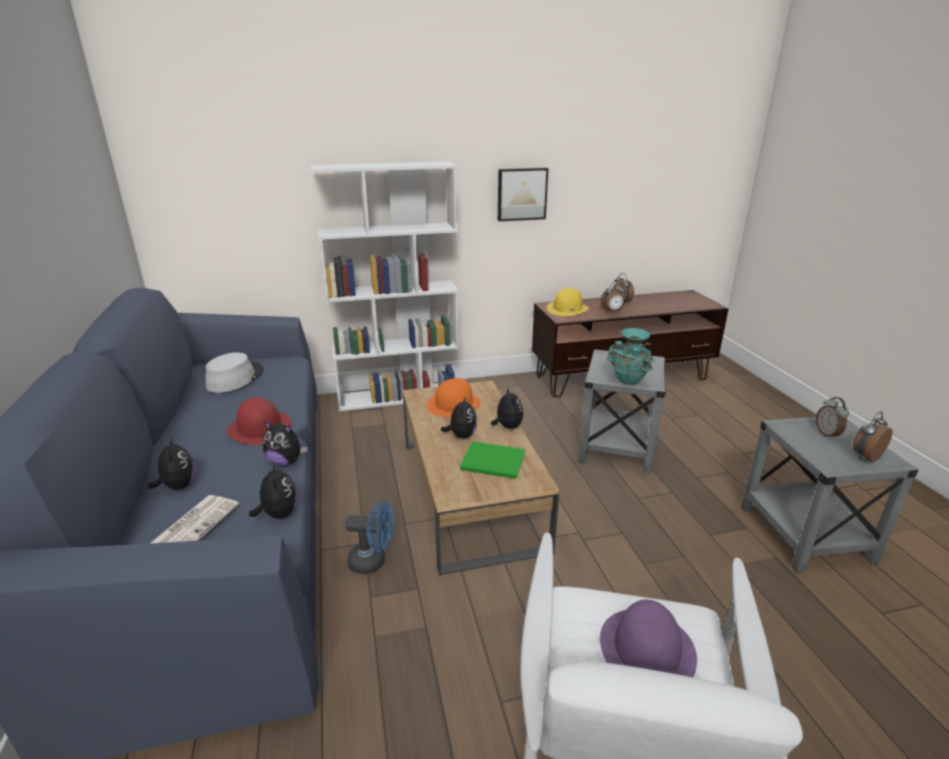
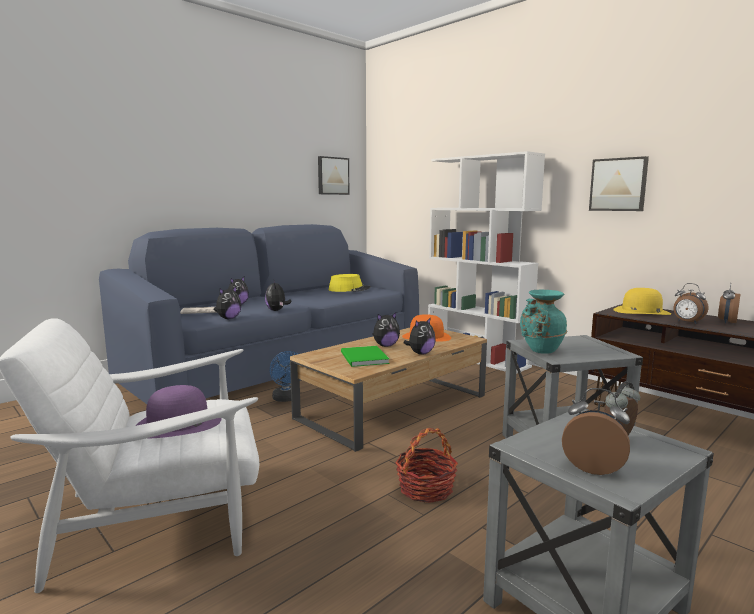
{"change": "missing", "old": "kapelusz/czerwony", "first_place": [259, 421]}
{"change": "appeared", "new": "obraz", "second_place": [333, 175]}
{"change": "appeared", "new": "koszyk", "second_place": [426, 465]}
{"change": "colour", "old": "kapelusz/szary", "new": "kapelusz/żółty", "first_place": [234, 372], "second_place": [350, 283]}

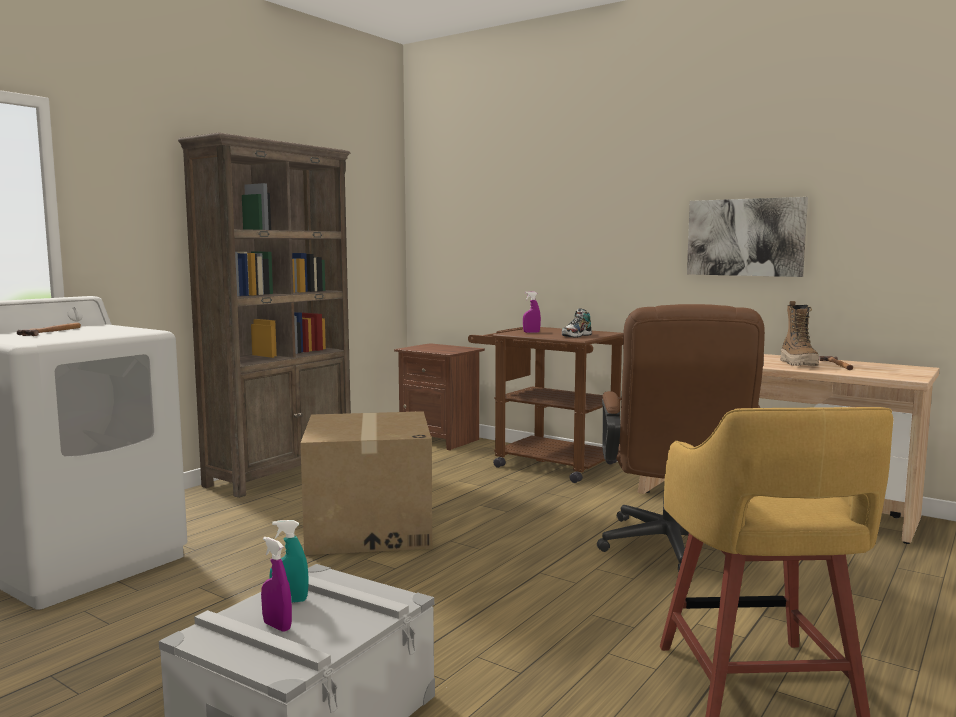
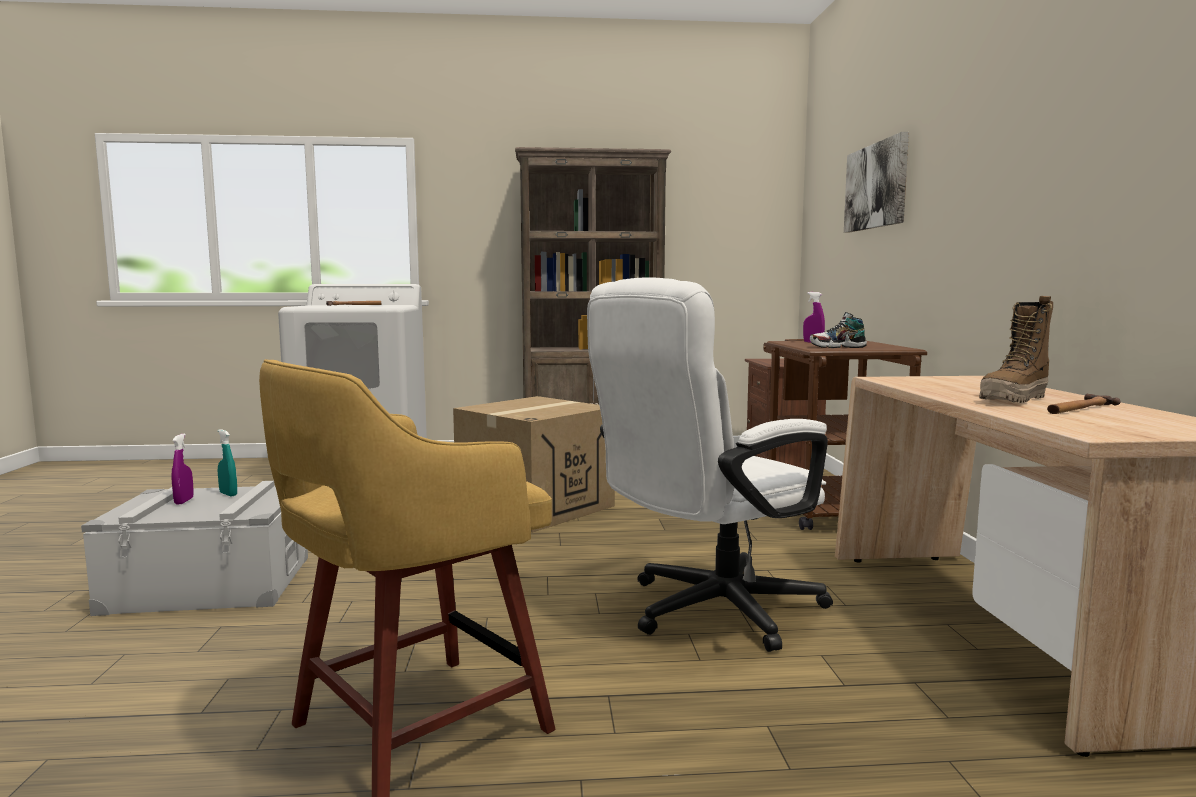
{"change": "relocated", "old": "obraz", "first_place": [747, 237], "second_place": [876, 182]}
{"change": "colour", "old": "krzesło biurowe/brązowy", "new": "krzesło biurowe/biały", "first_place": [681, 438], "second_place": [710, 464]}

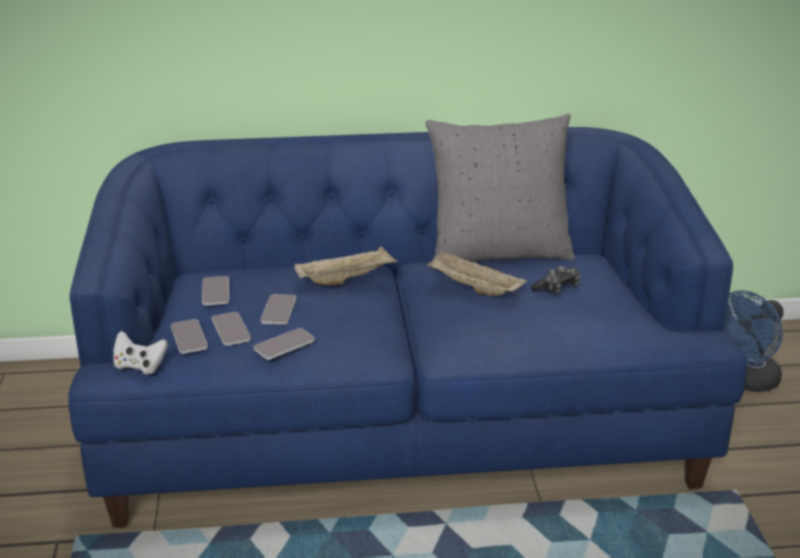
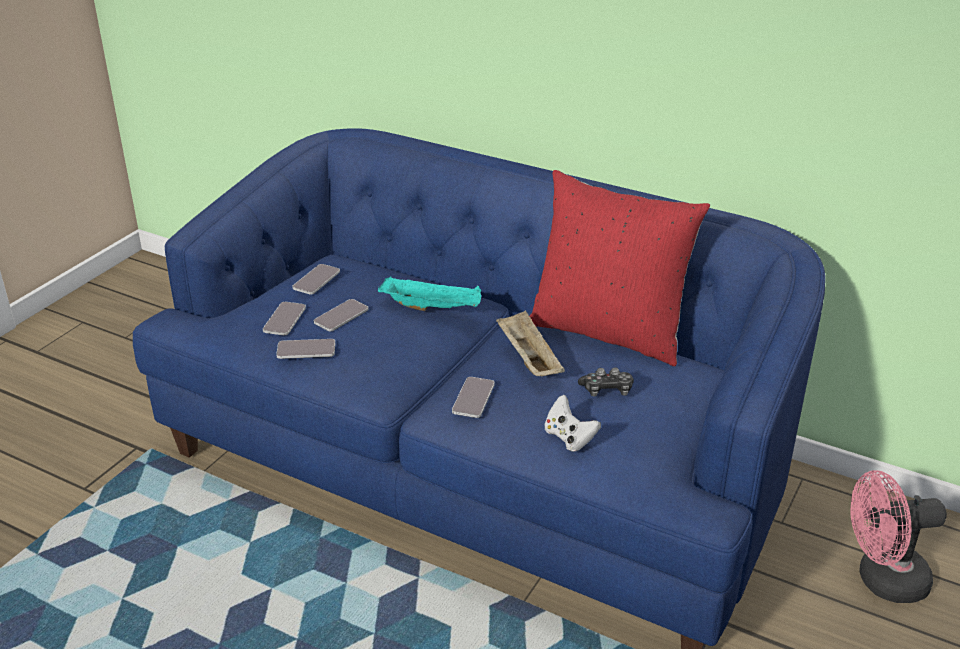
{"change": "relocated", "old": "pad do gier/biały", "first_place": [140, 353], "second_place": [572, 423]}
{"change": "relocated", "old": "telefon", "first_place": [189, 336], "second_place": [473, 397]}
{"change": "colour", "old": "taca/beżowy", "new": "taca/turkusowy", "first_place": [346, 265], "second_place": [429, 293]}
{"change": "colour", "old": "poduszka/szary", "new": "poduszka/czerwony", "first_place": [500, 191], "second_place": [620, 268]}
{"change": "colour", "old": "wentylator/niebieski", "new": "wentylator/różowy", "first_place": [753, 341], "second_place": [899, 536]}

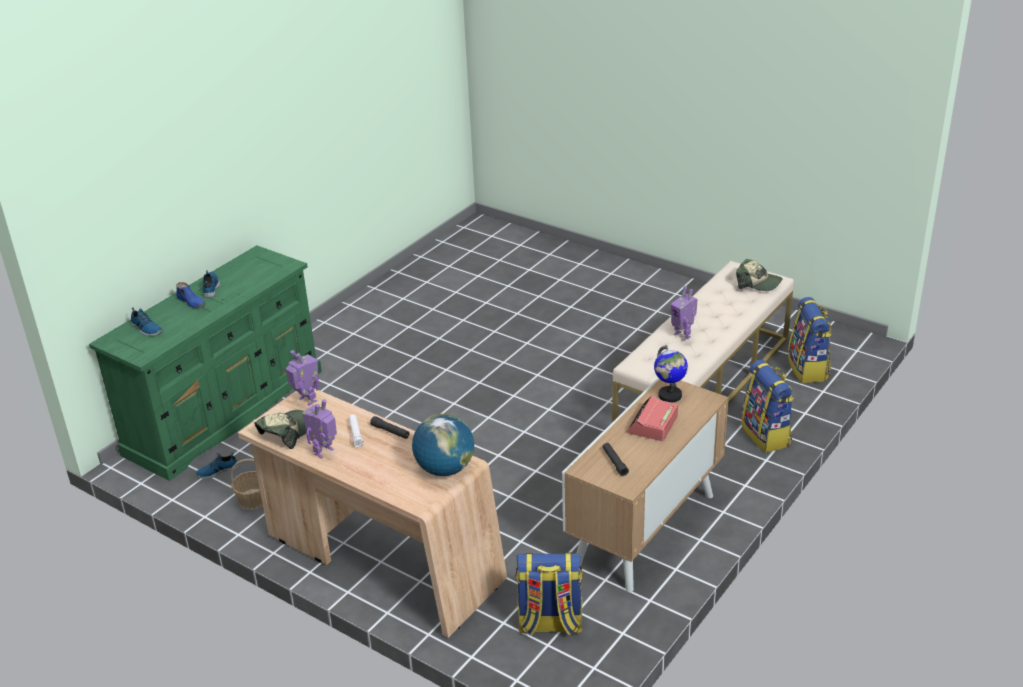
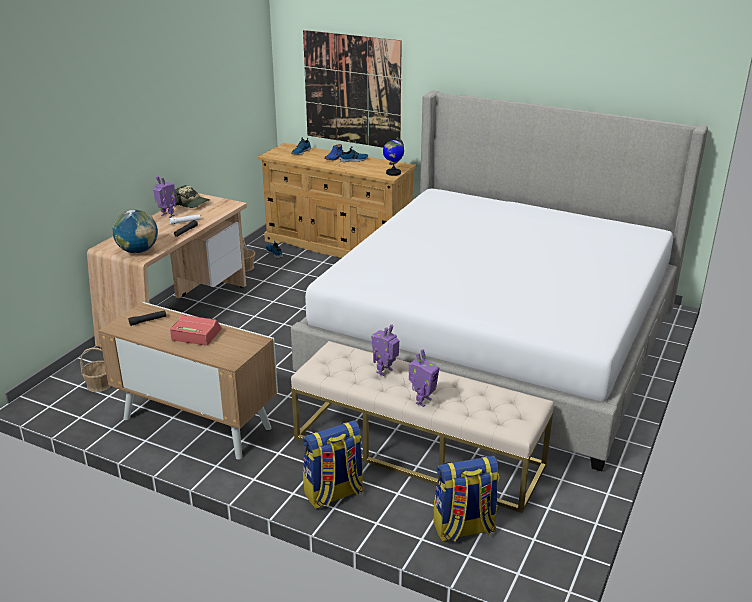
{"change": "missing", "old": "czapka z daszkiem", "first_place": [759, 275]}
{"change": "appeared", "new": "łóżko", "second_place": [499, 280]}
{"change": "appeared", "new": "obraz", "second_place": [352, 89]}
{"change": "relocated", "old": "robot zabawkowy", "first_place": [302, 378], "second_place": [424, 378]}
{"change": "relocated", "old": "globus", "first_place": [671, 374], "second_place": [393, 156]}
{"change": "exchanged", "old": "plecak", "new": "koszyk", "first_place": [549, 594], "second_place": [95, 370]}
{"change": "colour", "old": "komoda/zielony", "new": "komoda/beżowy", "first_place": [205, 363], "second_place": [337, 200]}

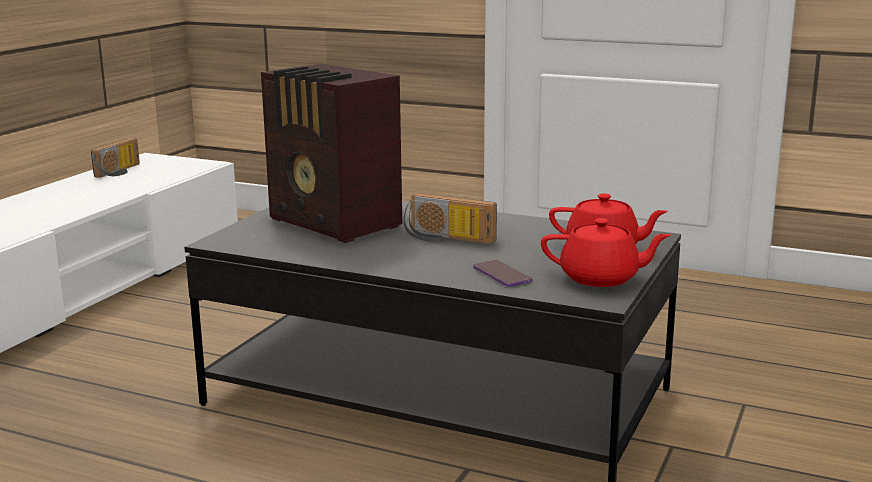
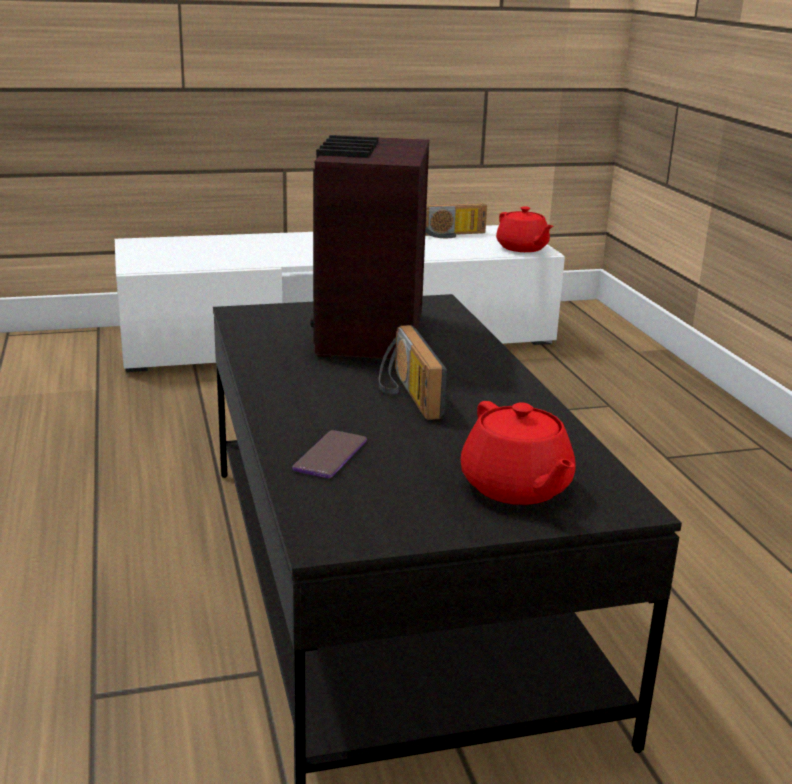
{"change": "relocated", "old": "imbryk/czerwony", "first_place": [606, 252], "second_place": [525, 229]}

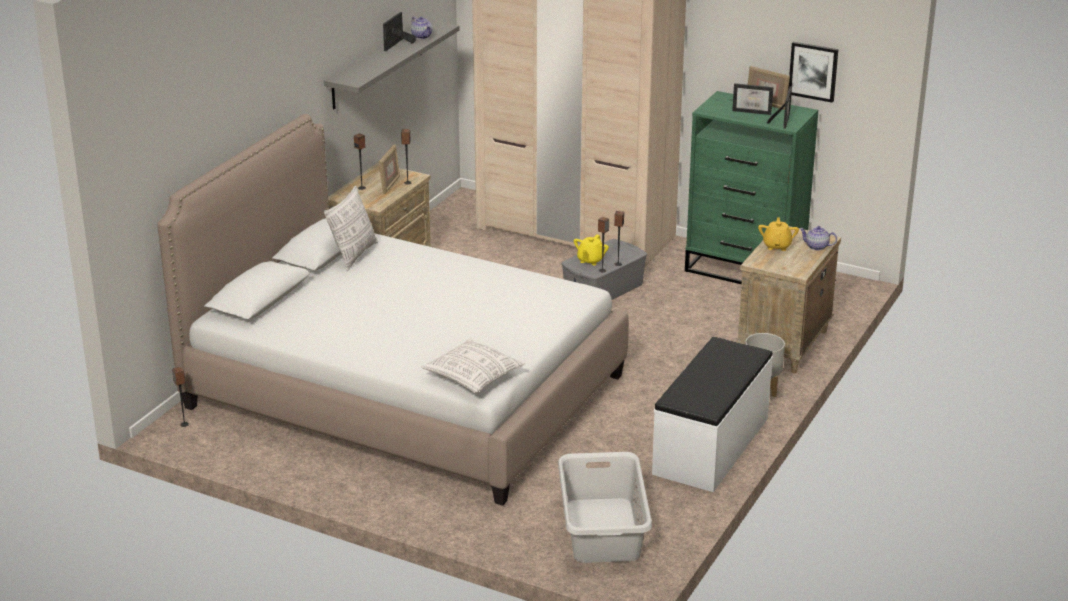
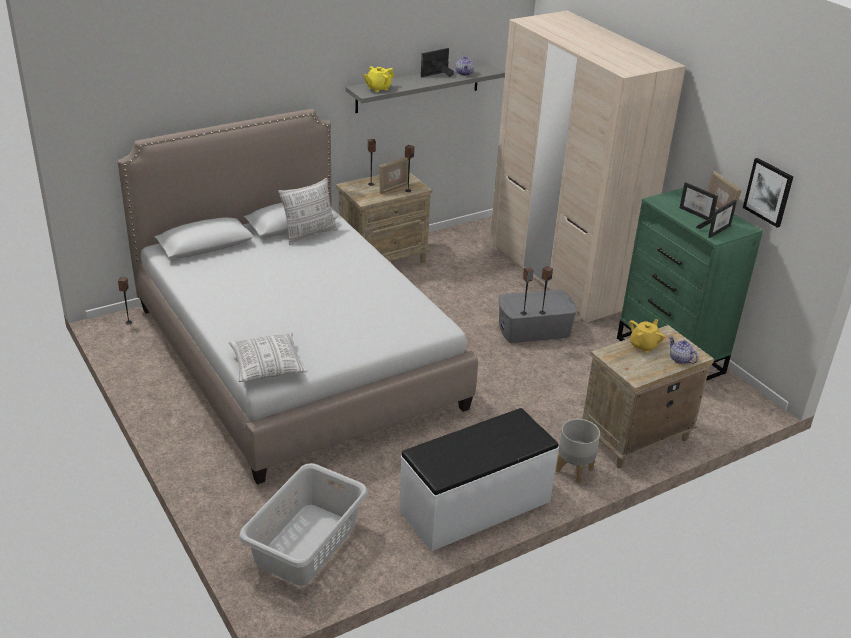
{"change": "relocated", "old": "imbryk/żółty", "first_place": [591, 249], "second_place": [378, 79]}

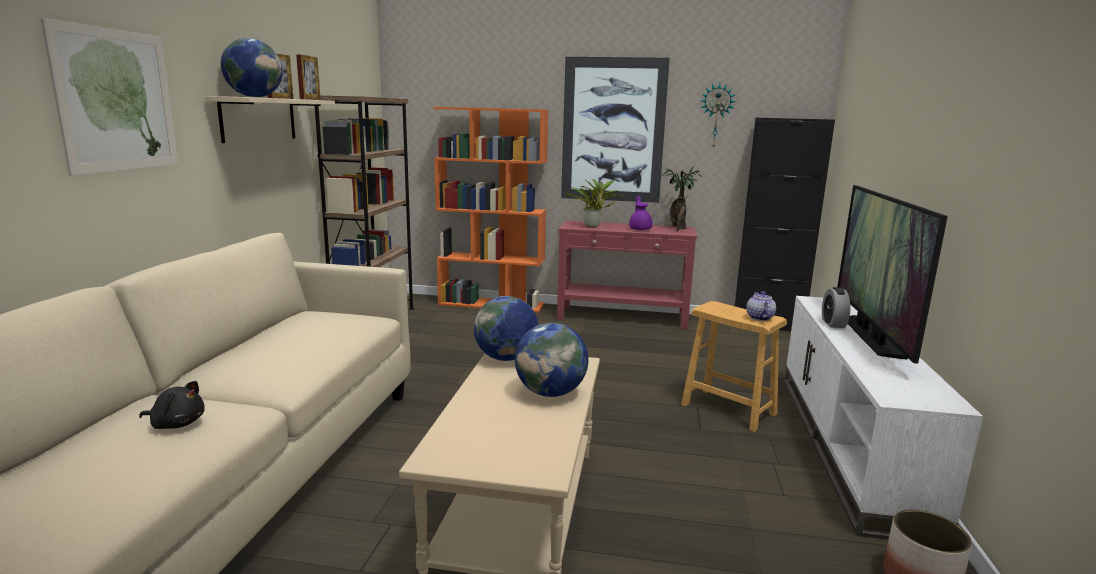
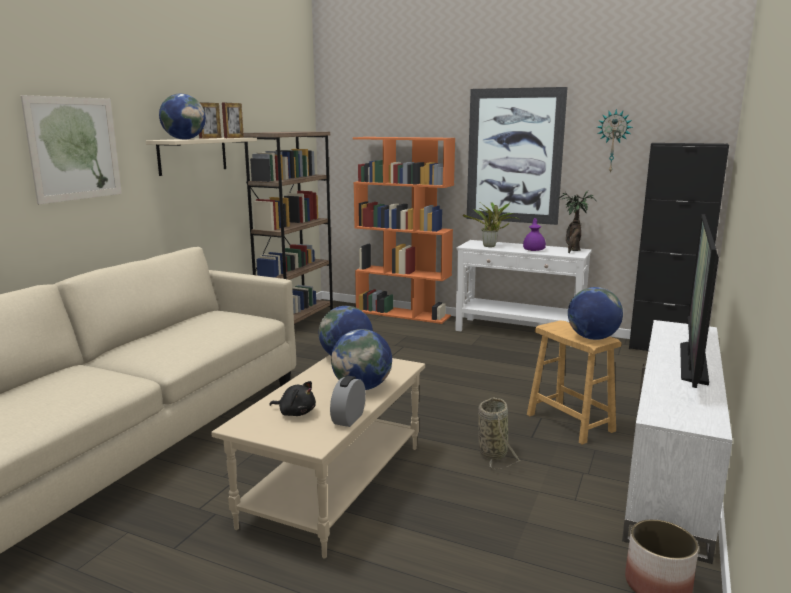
{"change": "appeared", "new": "koszyk", "second_place": [499, 433]}
{"change": "relocated", "old": "pluszak/czarny", "first_place": [172, 405], "second_place": [293, 398]}
{"change": "relocated", "old": "budzik", "first_place": [836, 307], "second_place": [348, 401]}
{"change": "exchanged", "old": "imbryk", "new": "globus", "first_place": [761, 306], "second_place": [595, 313]}
{"change": "colour", "old": "stolik konsolowy/czerwony", "new": "stolik konsolowy/biały", "first_place": [627, 275], "second_place": [523, 293]}

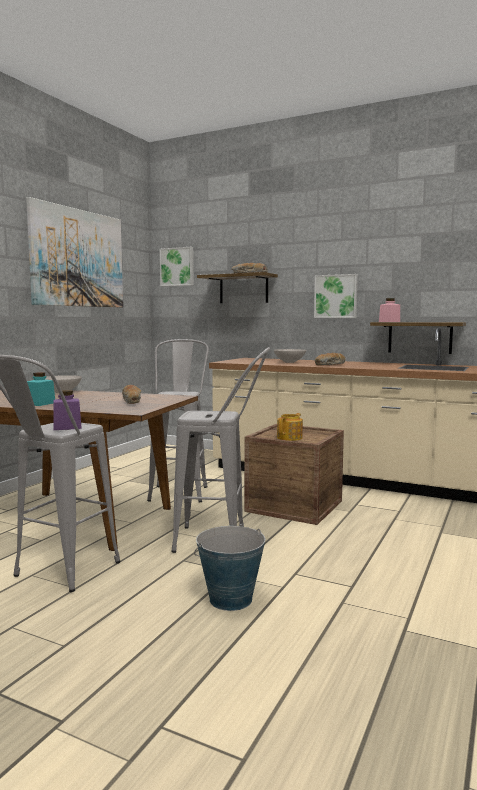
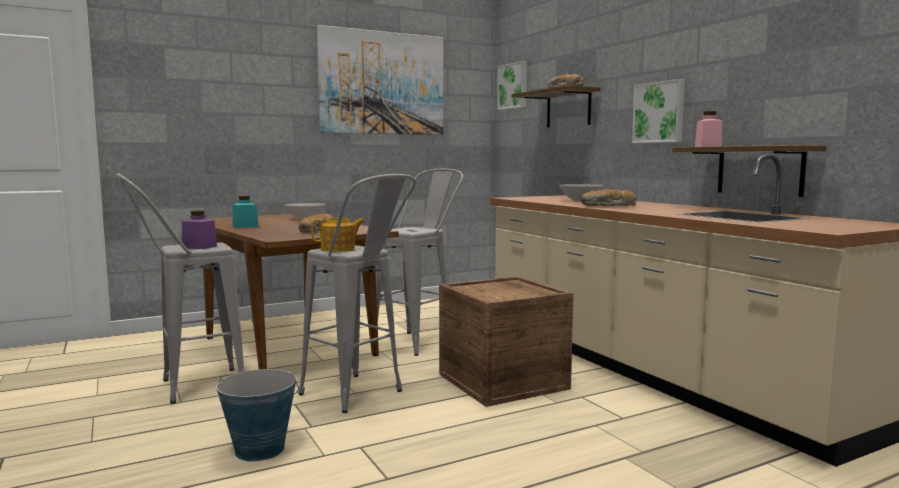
{"change": "relocated", "old": "imbryk", "first_place": [290, 427], "second_place": [338, 235]}

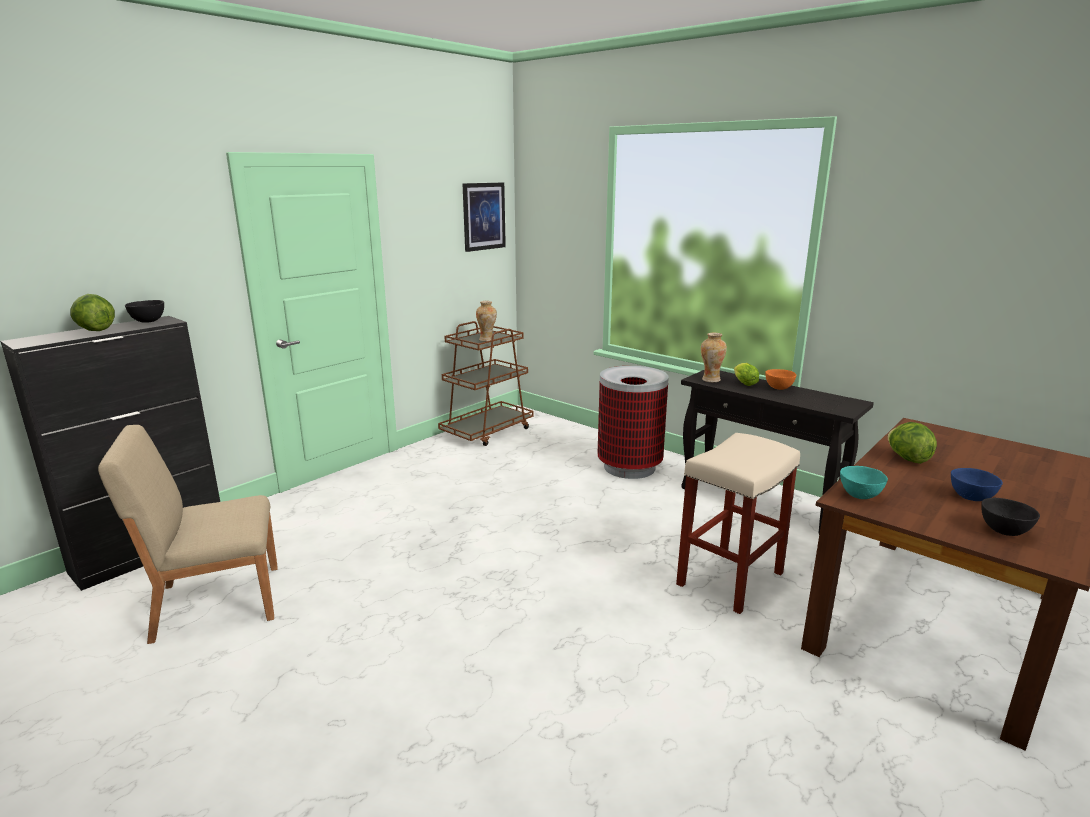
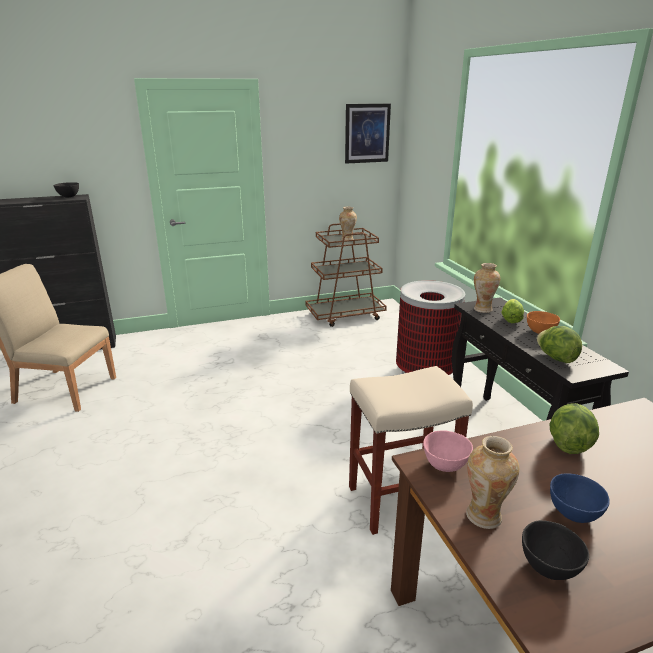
{"change": "appeared", "new": "wazon", "second_place": [492, 482]}
{"change": "relocated", "old": "sałata", "first_place": [92, 312], "second_place": [559, 344]}
{"change": "colour", "old": "miska/turkusowy", "new": "miska/różowy", "first_place": [864, 482], "second_place": [448, 451]}

